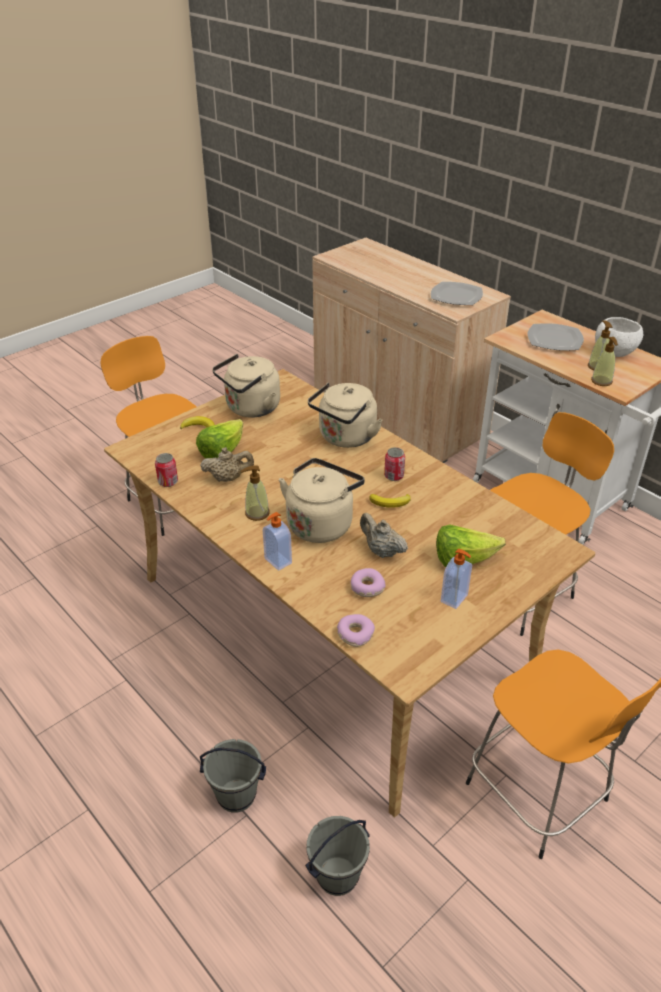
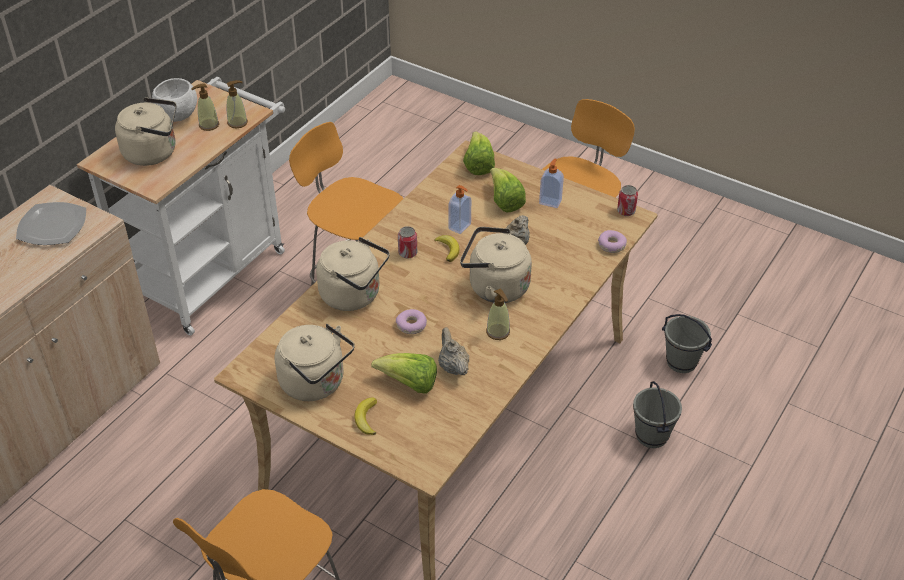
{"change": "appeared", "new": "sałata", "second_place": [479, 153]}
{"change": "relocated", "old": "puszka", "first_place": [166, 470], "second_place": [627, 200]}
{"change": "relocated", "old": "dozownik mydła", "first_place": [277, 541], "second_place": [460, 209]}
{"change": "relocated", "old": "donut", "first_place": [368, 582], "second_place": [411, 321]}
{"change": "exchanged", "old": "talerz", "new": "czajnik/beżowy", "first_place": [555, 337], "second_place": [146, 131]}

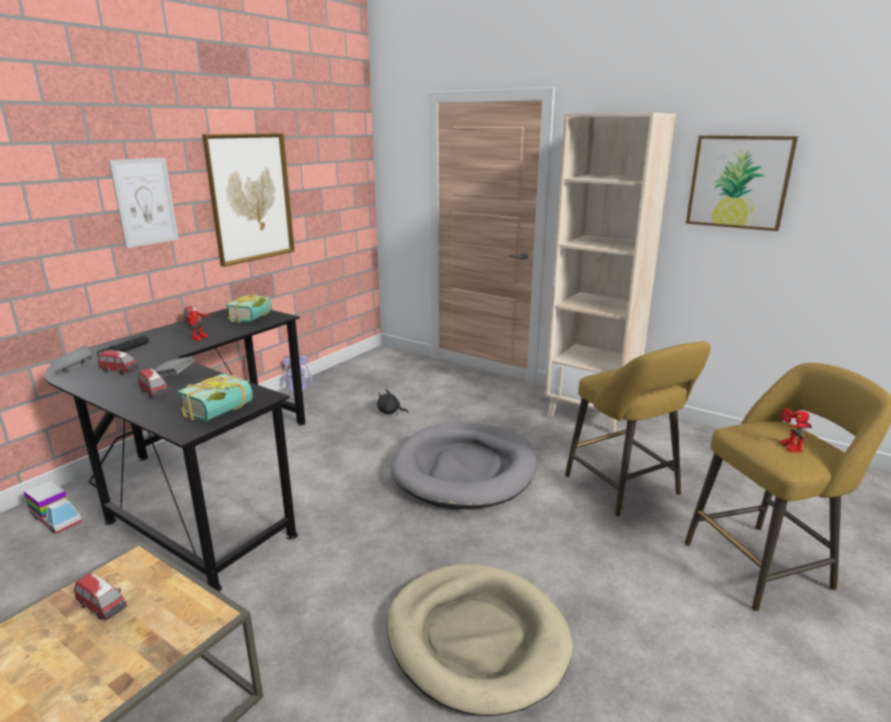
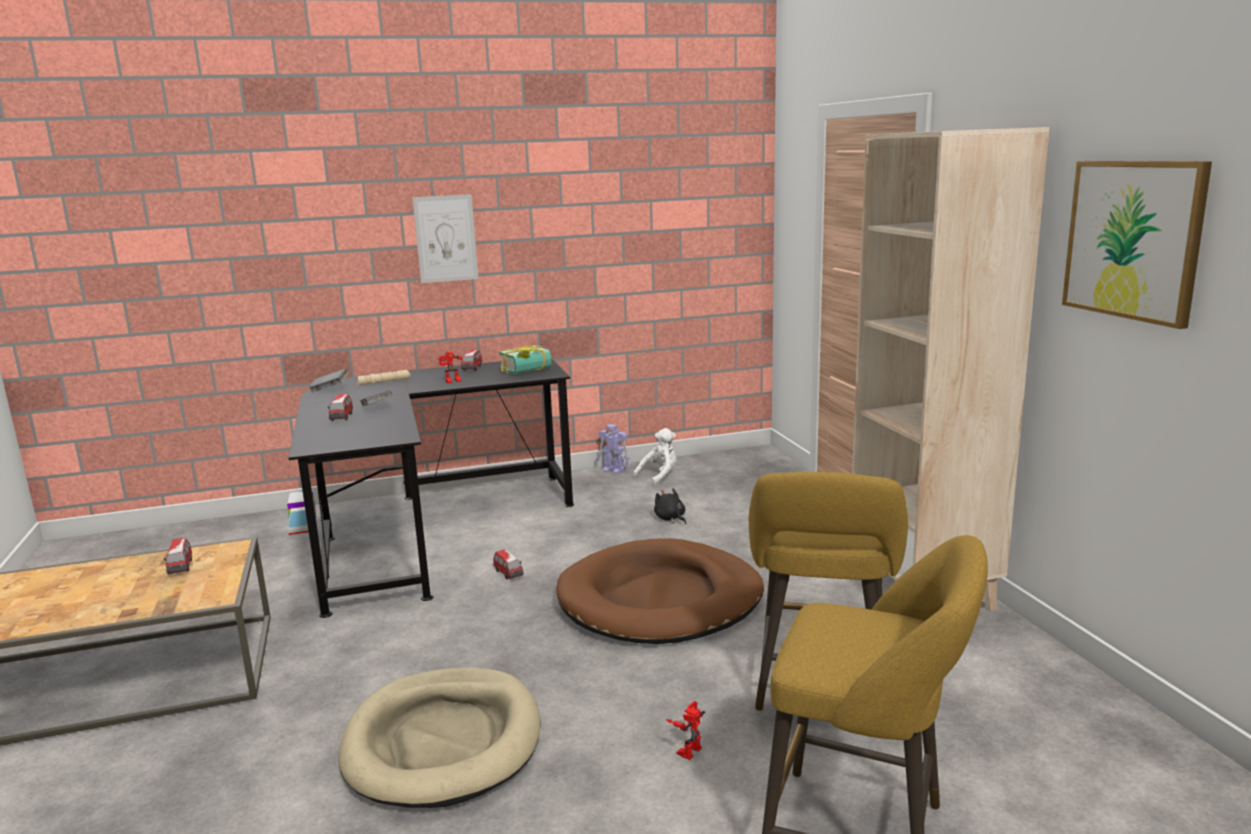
{"change": "missing", "old": "książka", "first_place": [215, 397]}
{"change": "missing", "old": "obraz", "first_place": [248, 200]}
{"change": "appeared", "new": "pluszak/biały", "second_place": [655, 457]}
{"change": "relocated", "old": "samochodzik", "first_place": [118, 362], "second_place": [508, 564]}
{"change": "relocated", "old": "robot zabawkowy", "first_place": [796, 430], "second_place": [685, 730]}
{"change": "colour", "old": "latarka/czarny", "new": "latarka/beżowy", "first_place": [123, 346], "second_place": [384, 377]}
{"change": "colour", "old": "legowisko/szary", "new": "legowisko/brązowy", "first_place": [464, 465], "second_place": [660, 591]}

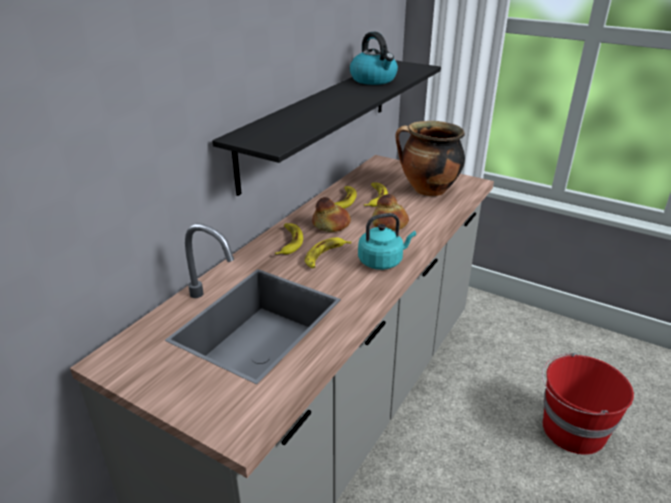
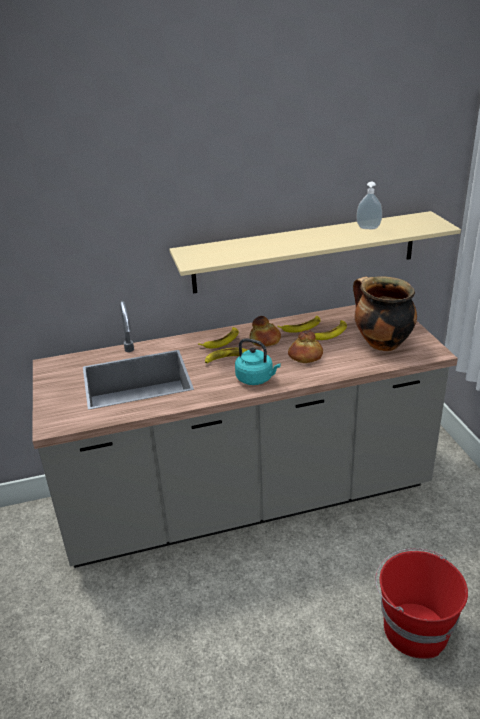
{"change": "exchanged", "old": "czajnik", "new": "dozownik mydła", "first_place": [374, 58], "second_place": [369, 205]}
{"change": "colour", "old": "półka/czarny", "new": "półka/beżowy", "first_place": [326, 128], "second_place": [315, 252]}

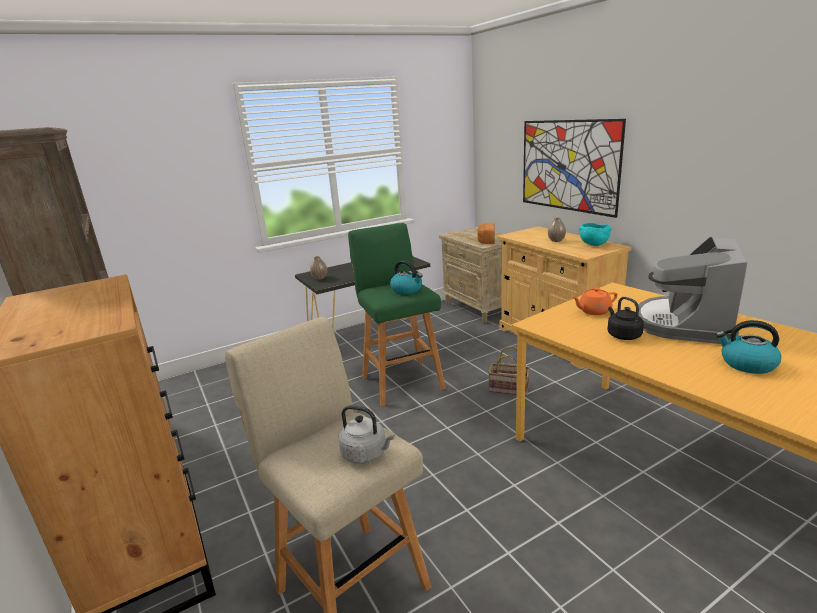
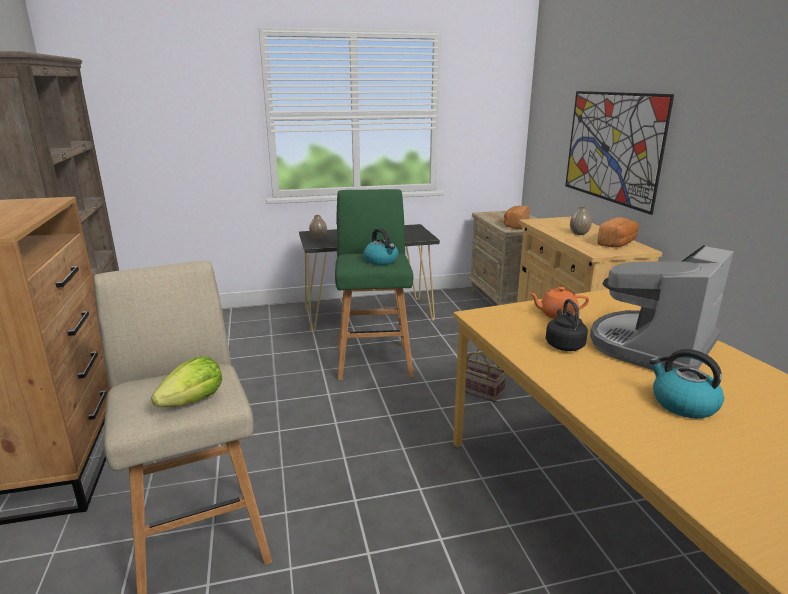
{"change": "exchanged", "old": "czajnik/szary", "new": "sałata", "first_place": [366, 434], "second_place": [186, 381]}
{"change": "exchanged", "old": "miska/turkusowy", "new": "chleb", "first_place": [595, 234], "second_place": [618, 232]}

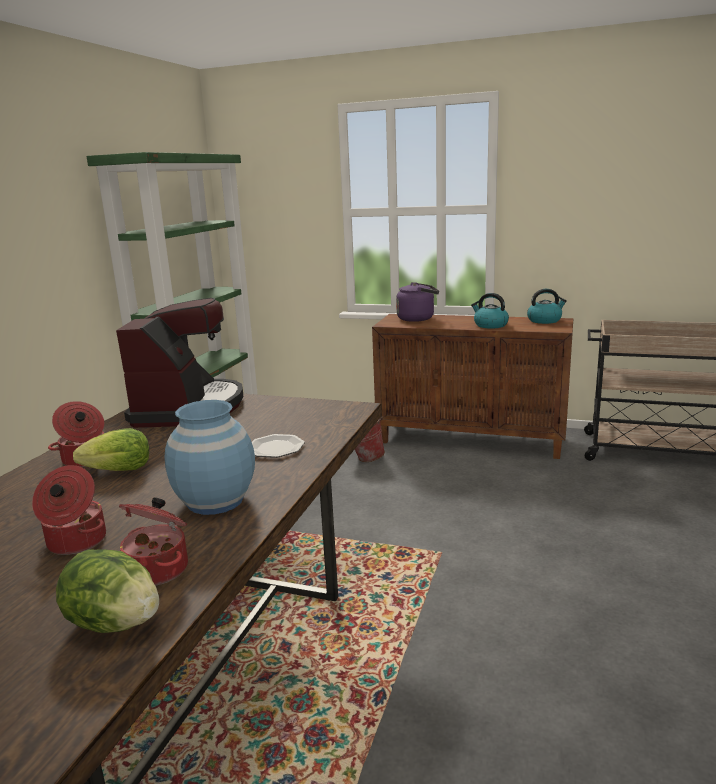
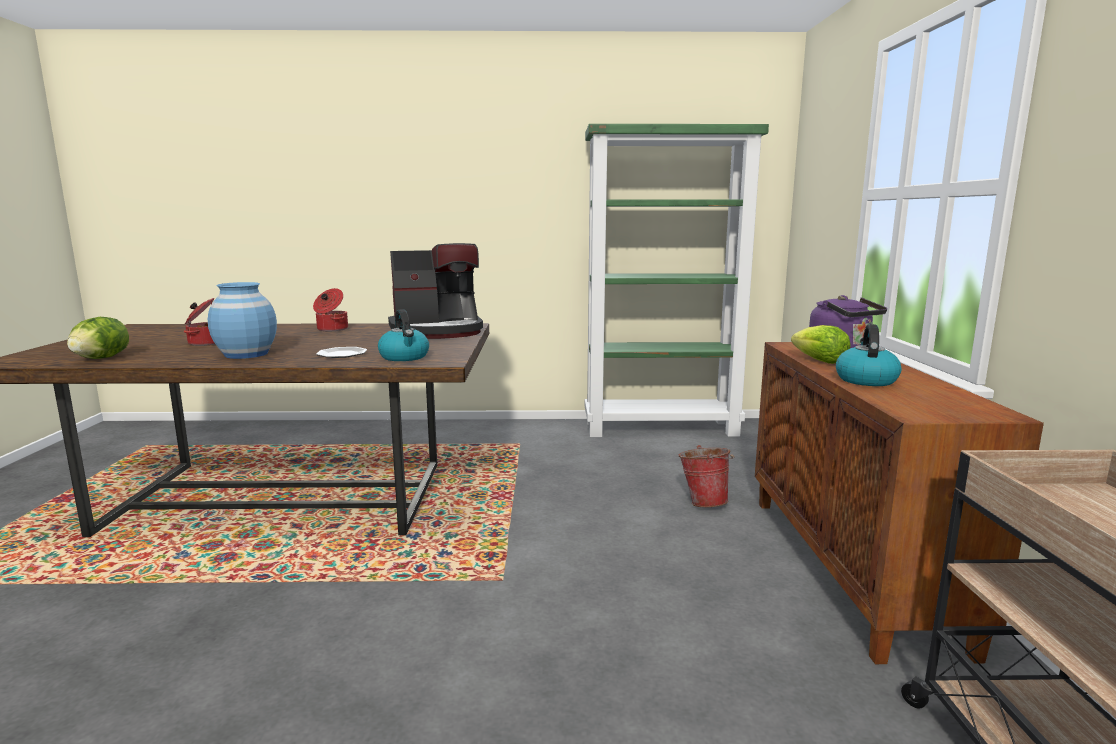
{"change": "missing", "old": "garnek", "first_place": [153, 541]}
{"change": "relocated", "old": "sałata", "first_place": [111, 449], "second_place": [820, 344]}
{"change": "relocated", "old": "czajnik", "first_place": [547, 306], "second_place": [403, 335]}

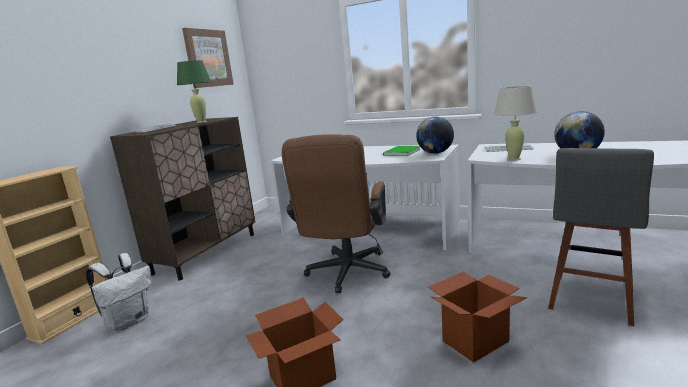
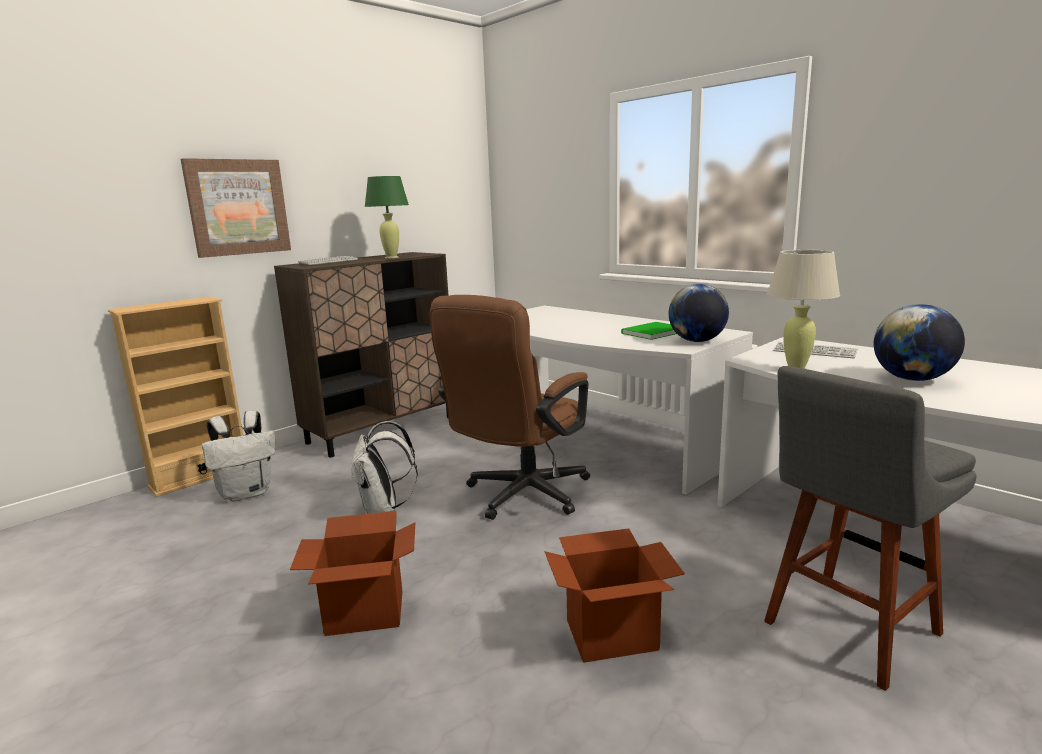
{"change": "appeared", "new": "plecak/biały", "second_place": [384, 467]}
{"change": "relocated", "old": "obraz", "first_place": [208, 58], "second_place": [236, 208]}

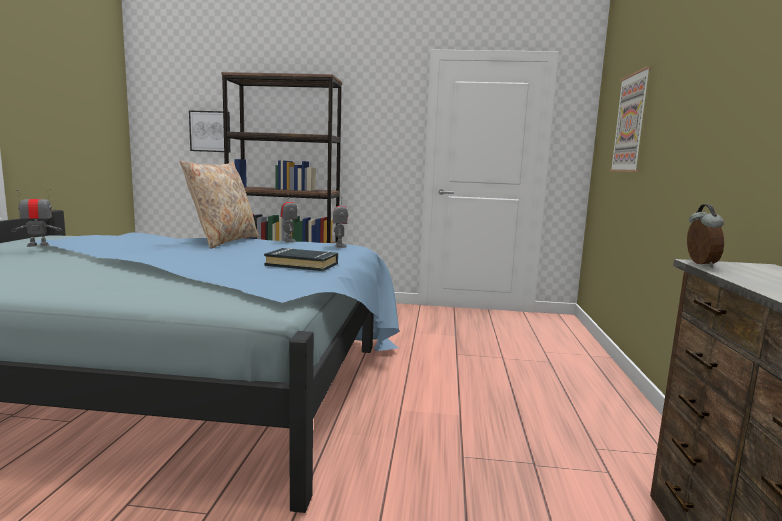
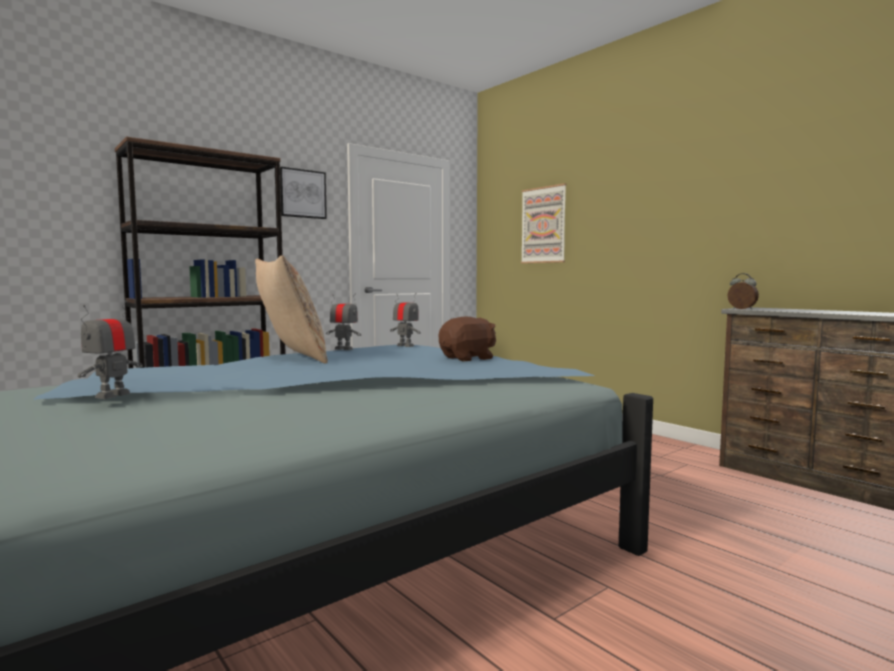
{"change": "relocated", "old": "obraz", "first_place": [209, 131], "second_place": [303, 193]}
{"change": "exchanged", "old": "książka/czarny", "new": "pluszak/brązowy", "first_place": [301, 259], "second_place": [467, 339]}

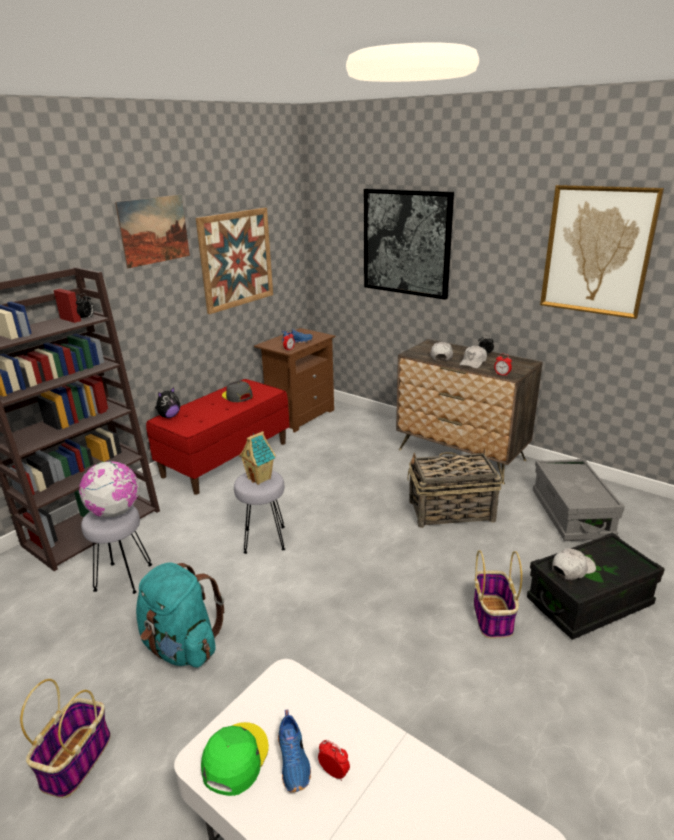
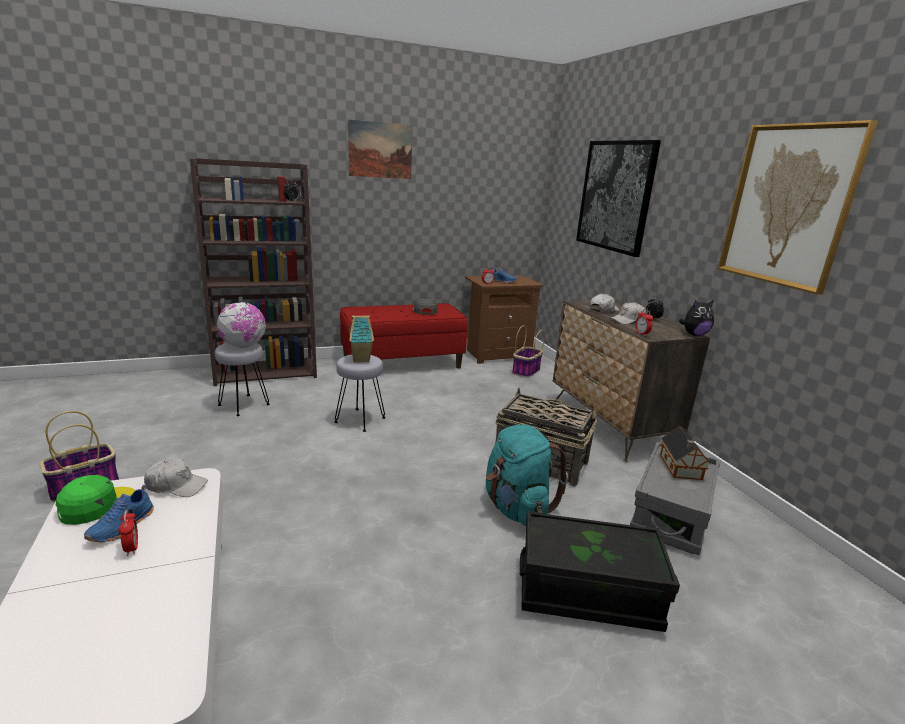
{"change": "missing", "old": "obraz", "first_place": [234, 261]}
{"change": "appeared", "new": "domek", "second_place": [685, 453]}
{"change": "relocated", "old": "plecak/turkusowy", "first_place": [180, 615], "second_place": [527, 475]}
{"change": "relocated", "old": "pluszak", "first_place": [167, 402], "second_place": [696, 318]}
{"change": "relocated", "old": "koszyk", "first_place": [498, 594], "second_place": [528, 351]}
{"change": "relocated", "old": "czapka z daszkiem/biały", "first_place": [574, 564], "second_place": [176, 477]}

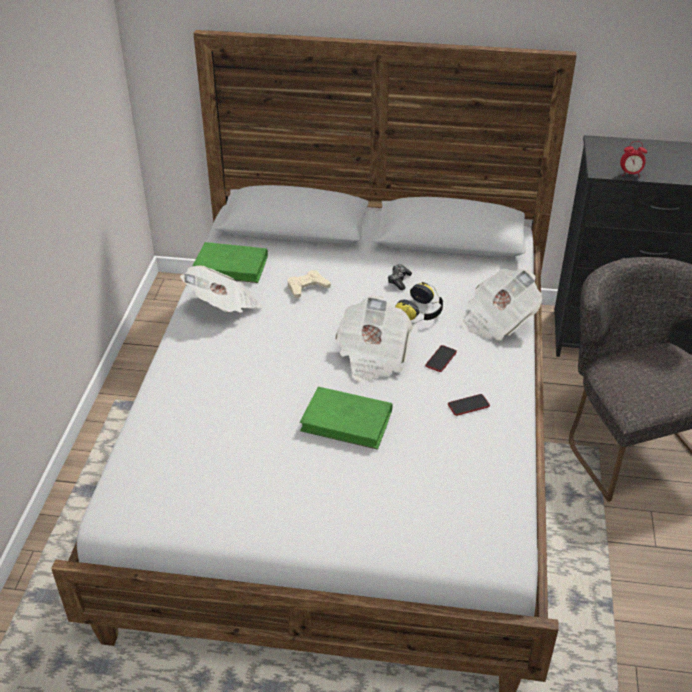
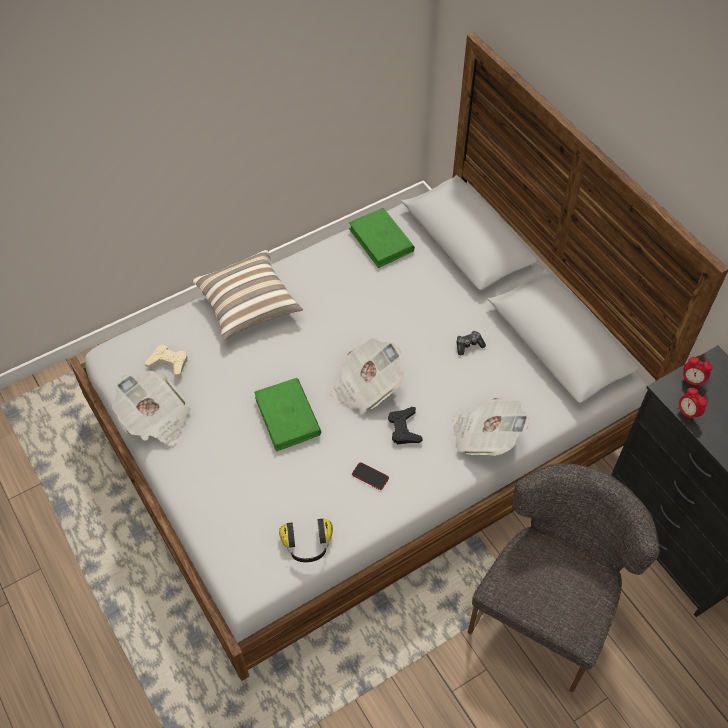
{"change": "appeared", "new": "poduszka", "second_place": [247, 295]}
{"change": "appeared", "new": "budzik", "second_place": [697, 372]}
{"change": "relocated", "old": "gazeta", "first_place": [221, 289], "second_place": [151, 408]}
{"change": "relocated", "old": "pad do gier/beżowy", "first_place": [309, 284], "second_place": [166, 361]}
{"change": "relocated", "old": "słuchawki", "first_place": [419, 303], "second_place": [306, 540]}
{"change": "exchanged", "old": "telefon", "new": "pad do gier/czarny", "first_place": [441, 358], "second_place": [405, 425]}

